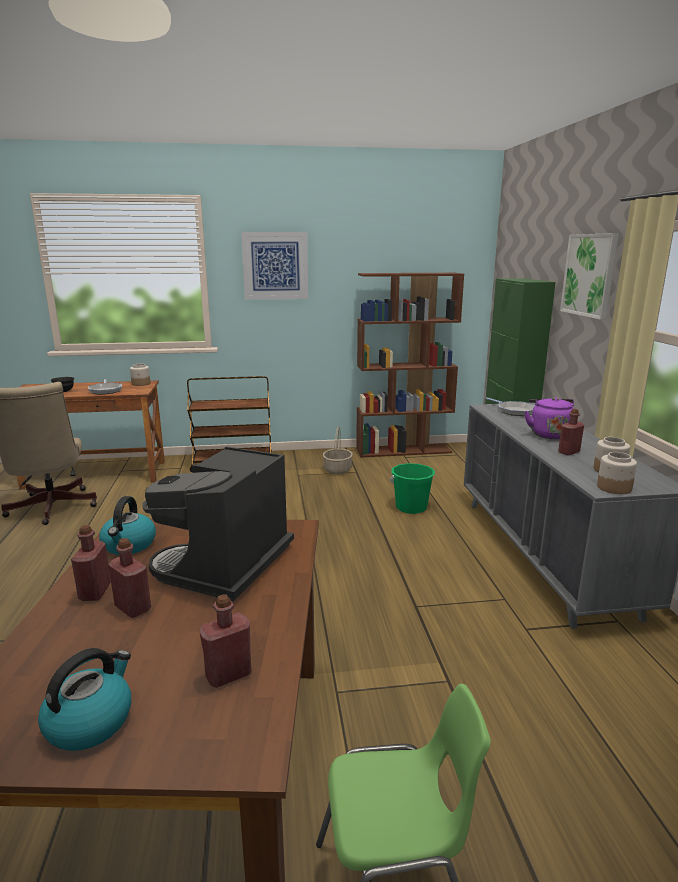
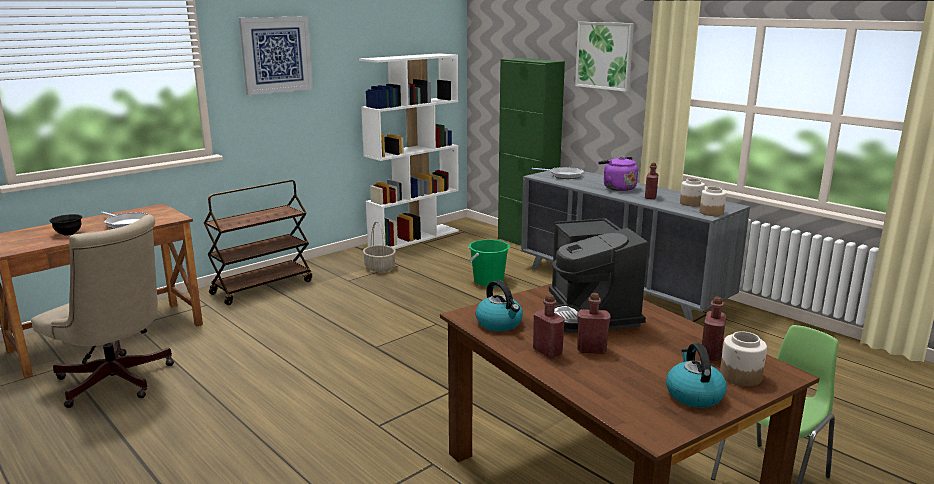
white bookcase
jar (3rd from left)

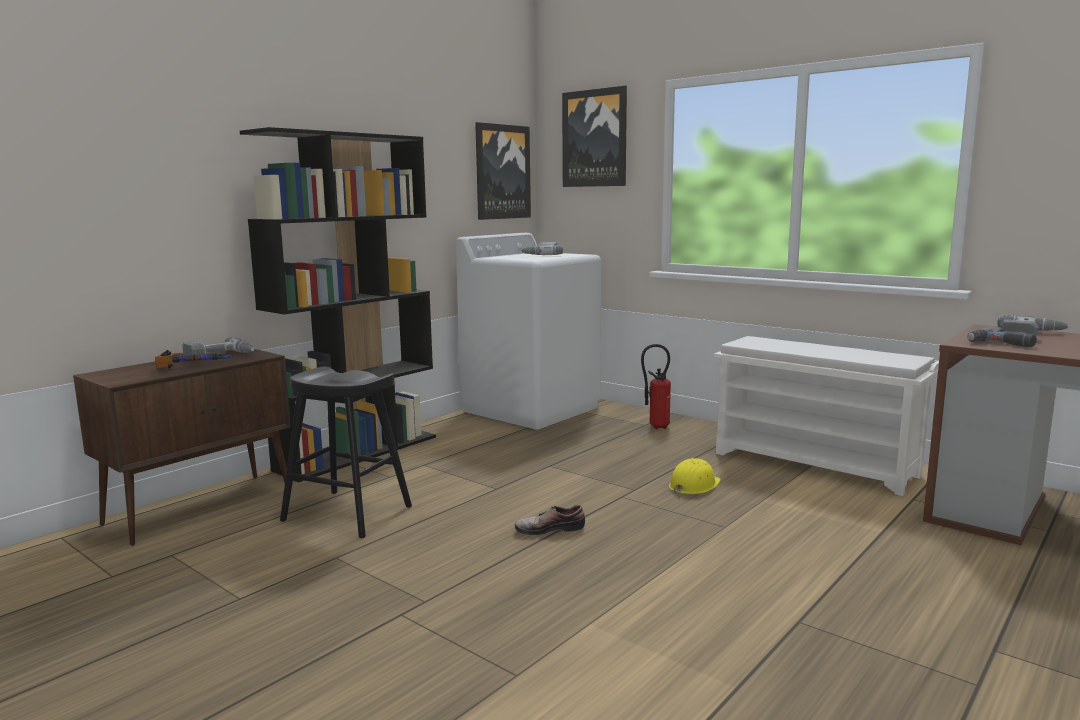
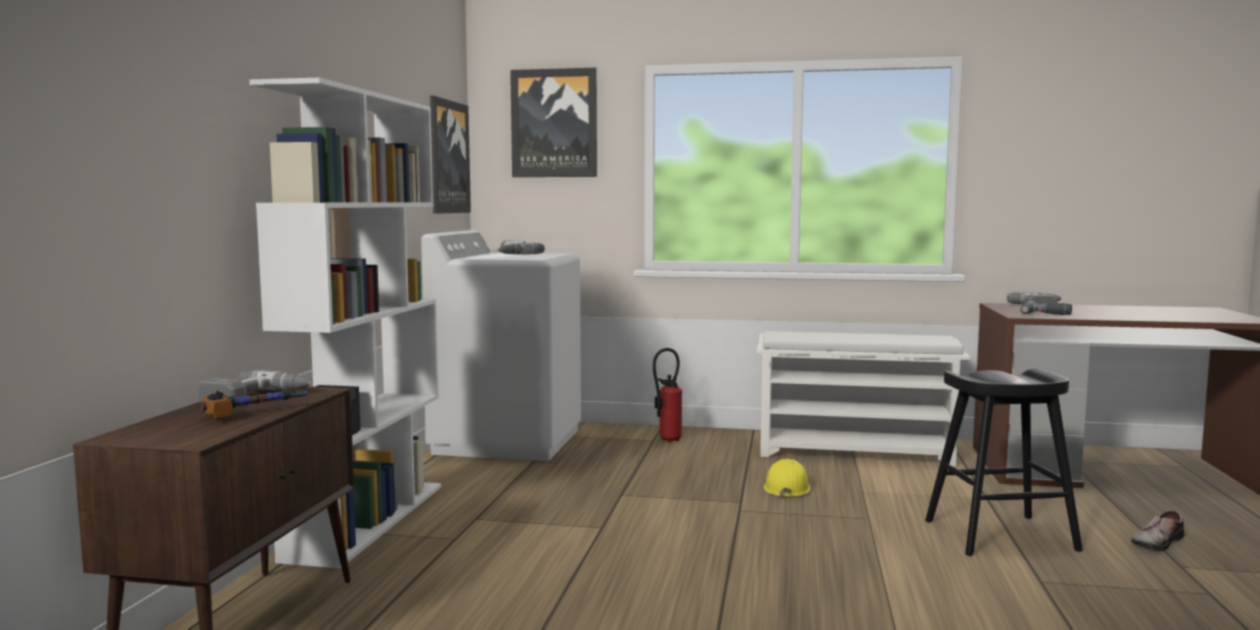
white bookcase
black stool
shoe

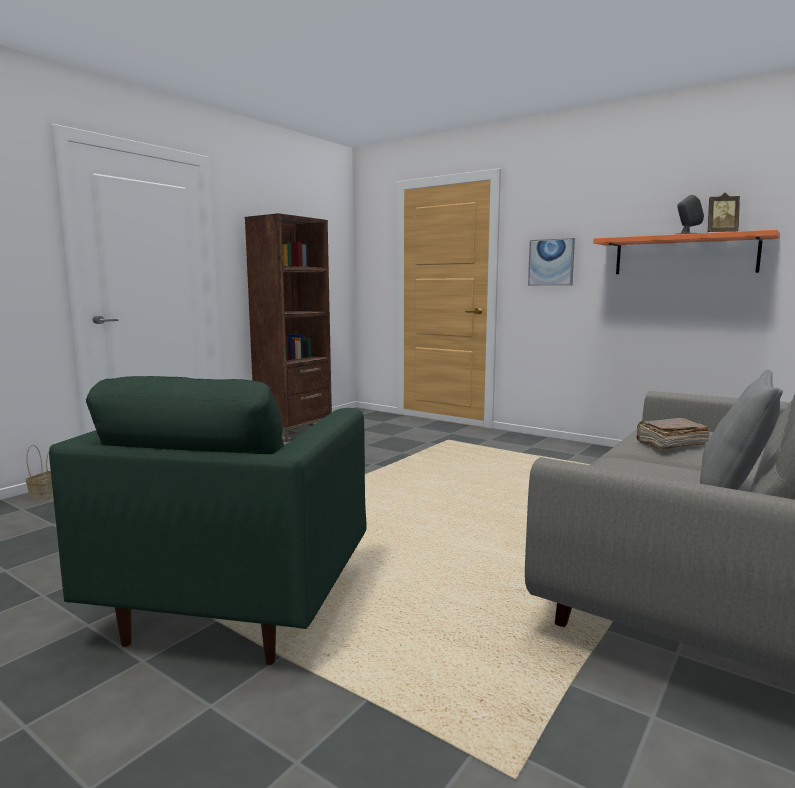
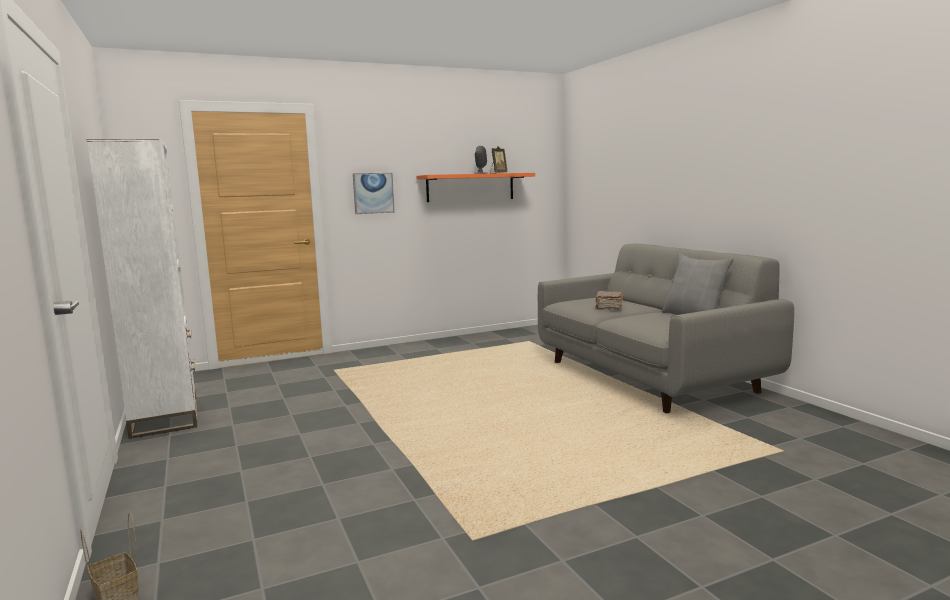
white bookcase
green armchair

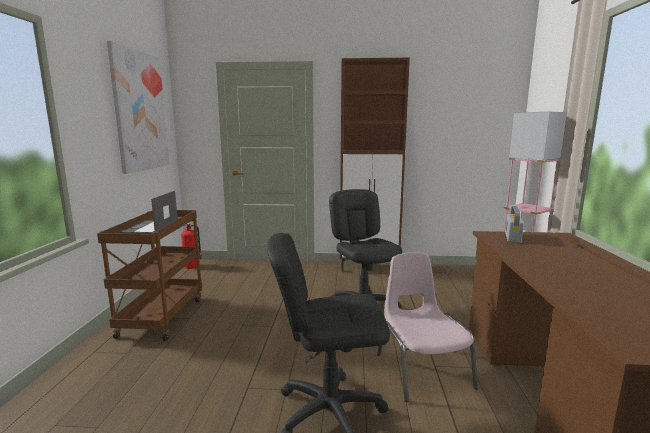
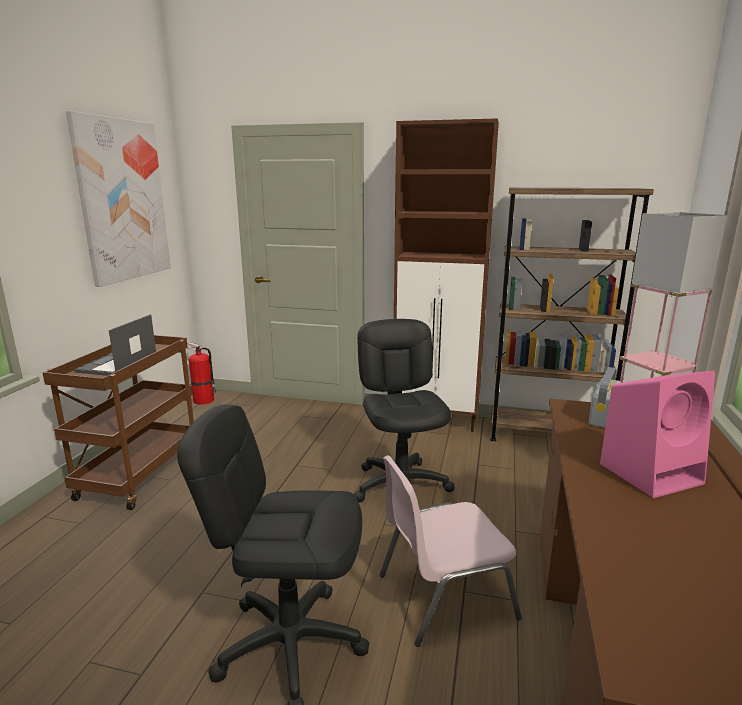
pink chair
brown bookcase
pink speaker

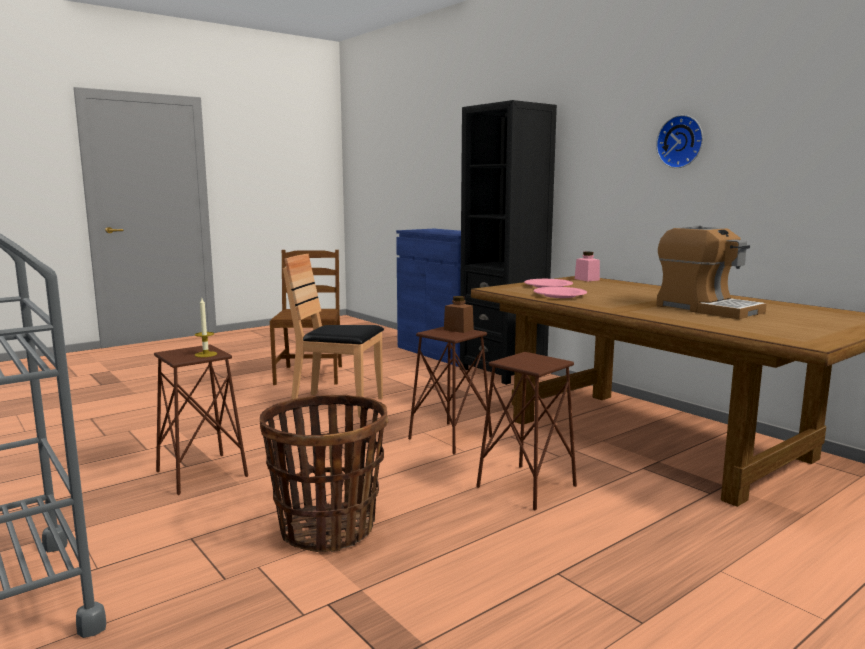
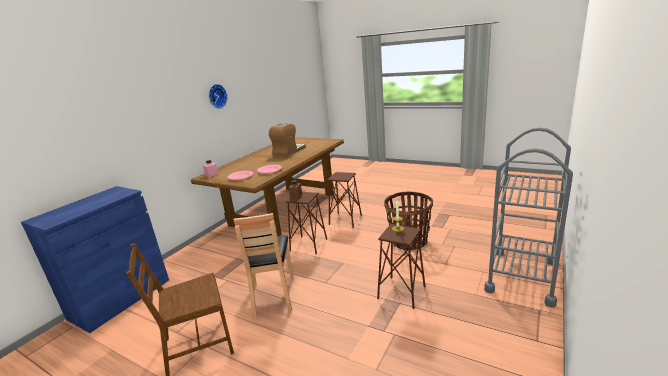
black bookcase

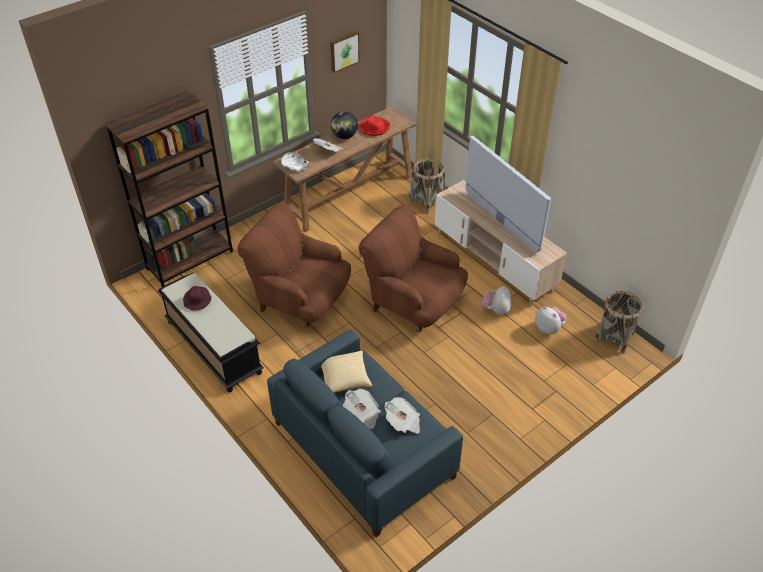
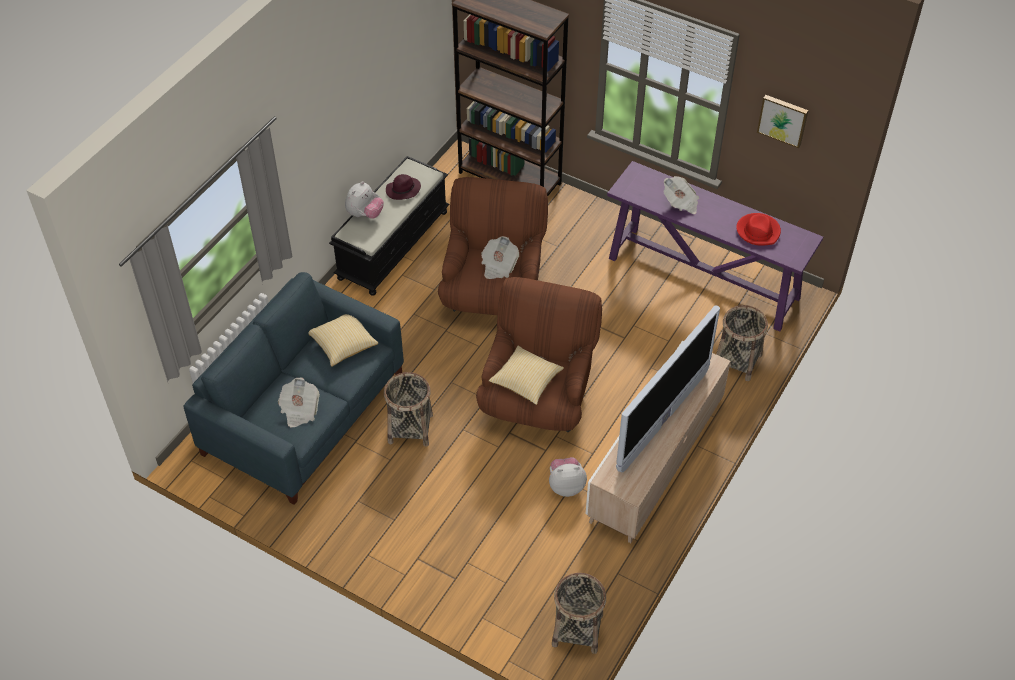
plush toy (1st from left)
basket (1st from left)
newspaper (2nd from left)
pillow (2nd from left)
purple console table
white bowl
globe

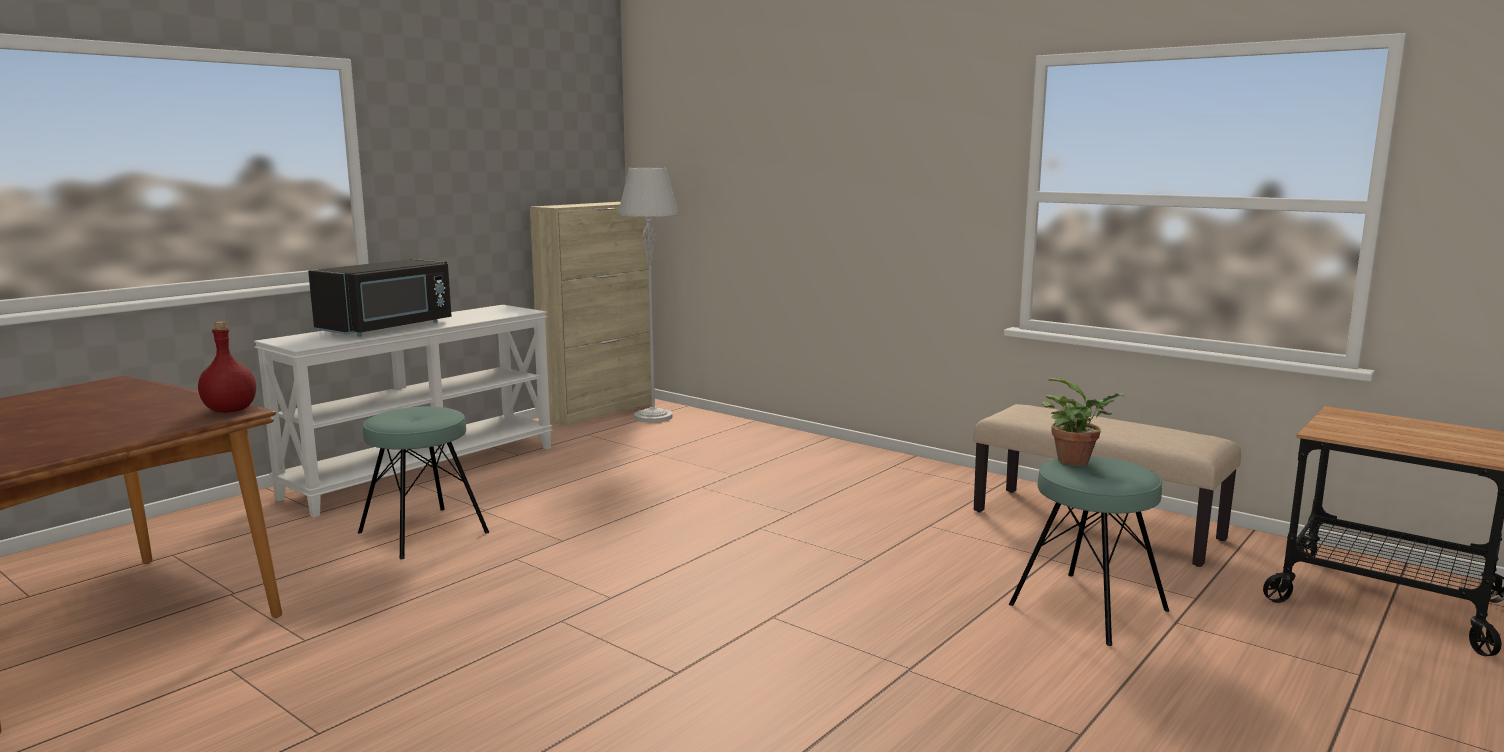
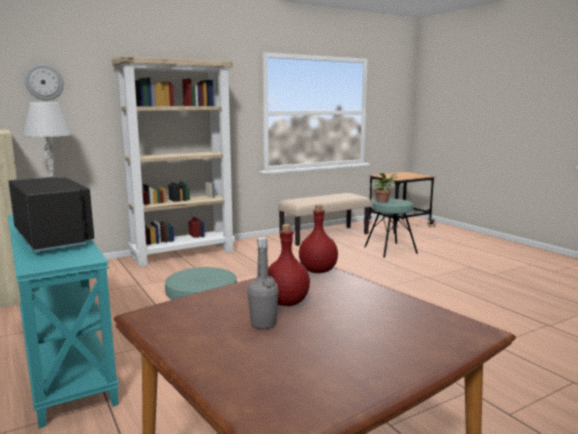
turquoise console table
wall clock
beige bookcase
grey bottle
red bottle (1st from left)

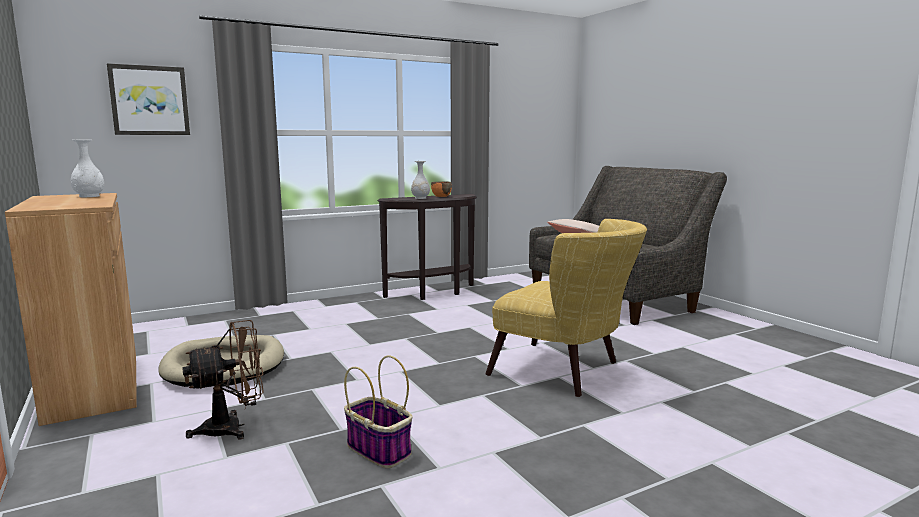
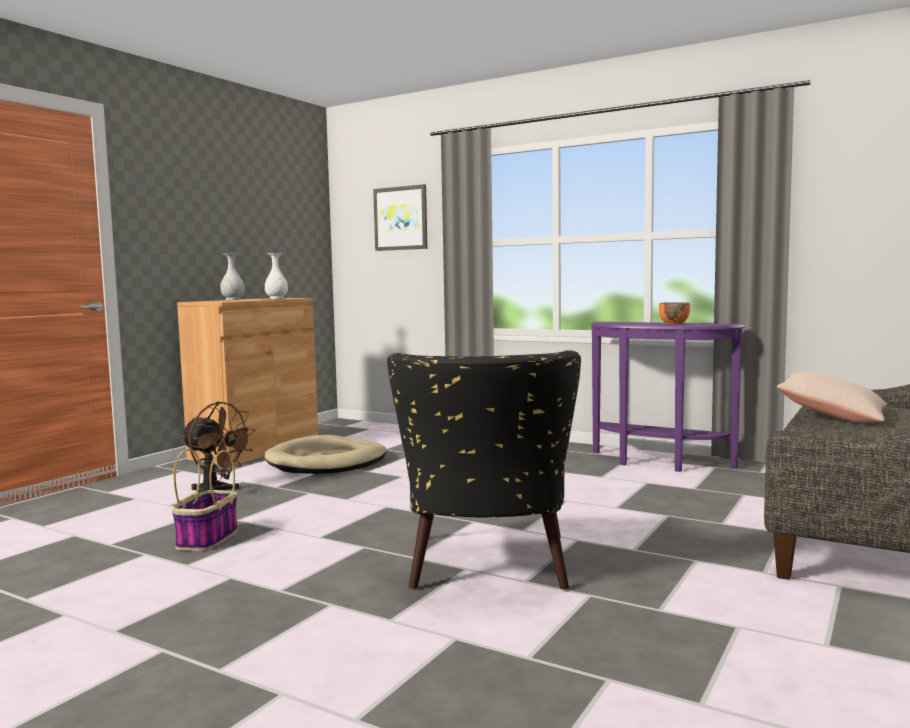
white vase (1st from left)
black armchair
purple console table

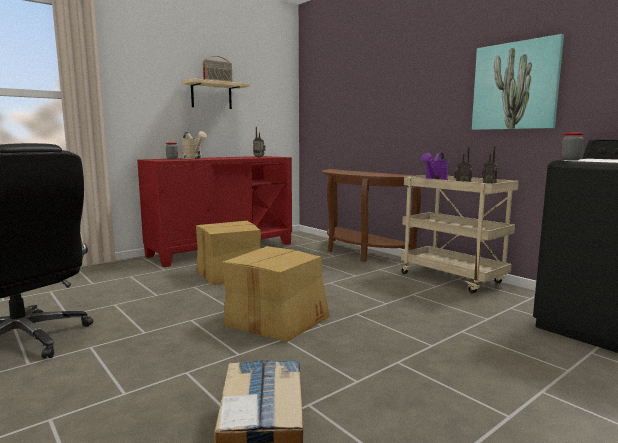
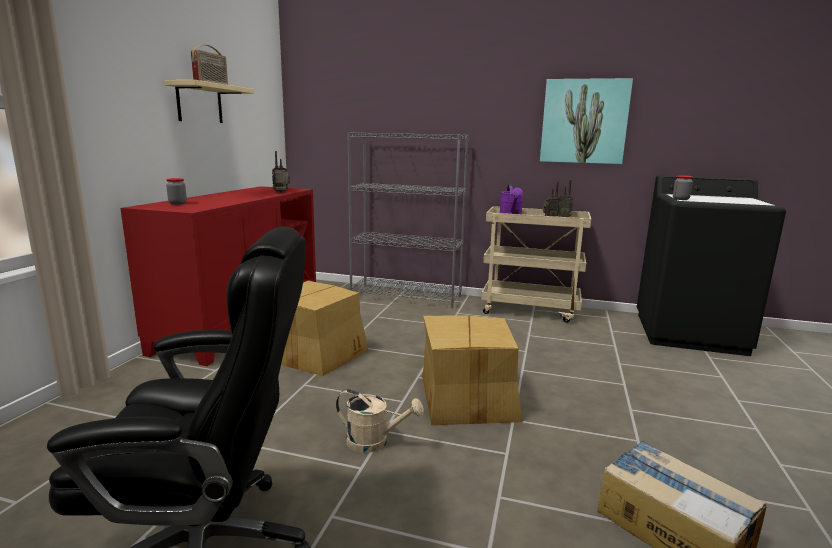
beige watering can
grey bookcase

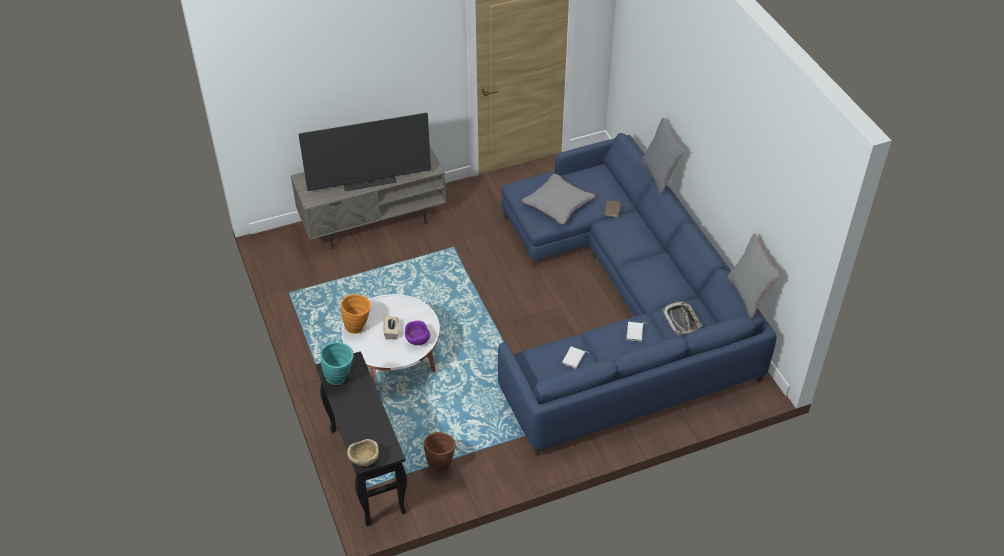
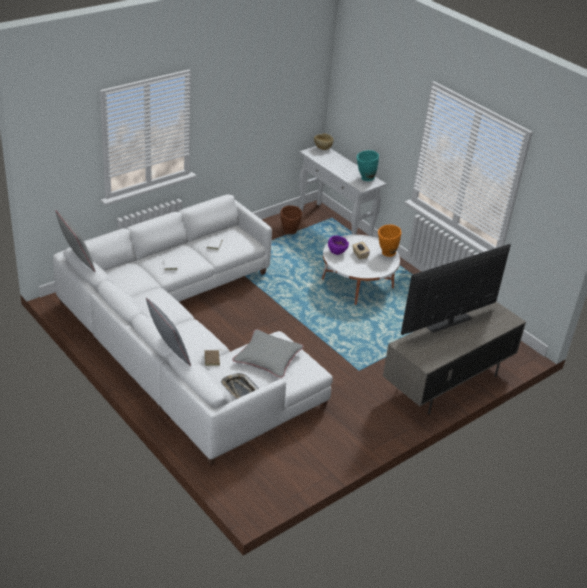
white sofa
tray
white console table

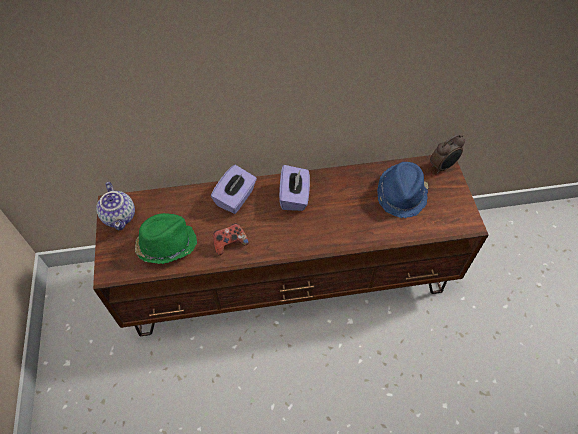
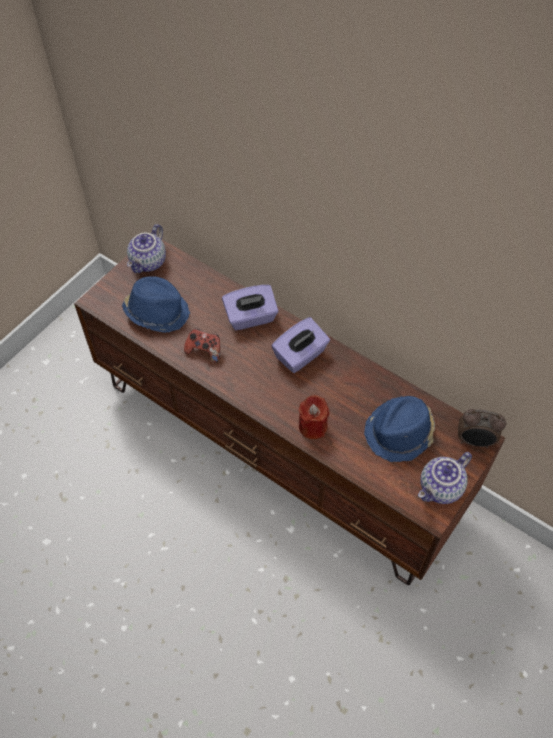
blue hat (1st from left)
red candle
teapot (2nd from left)

